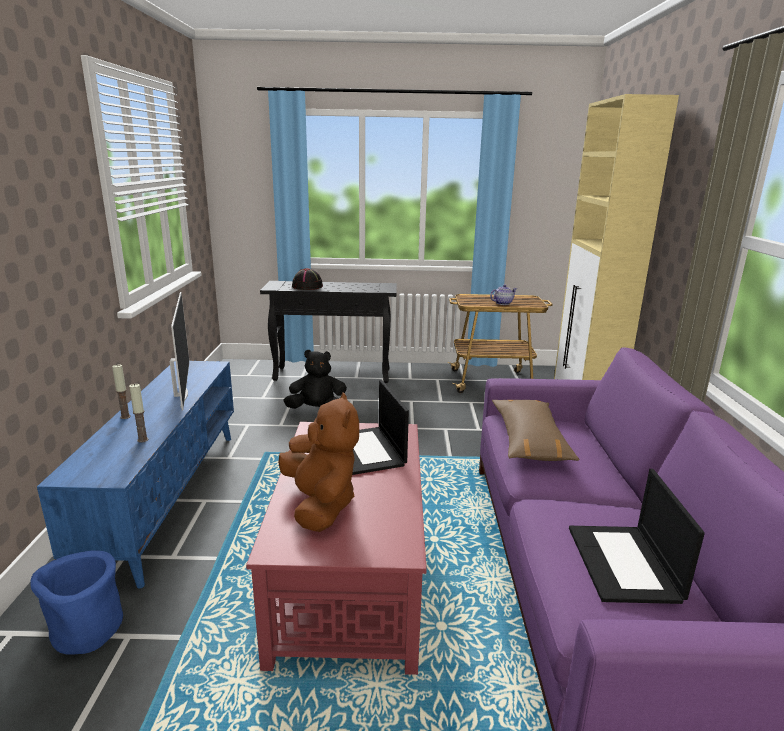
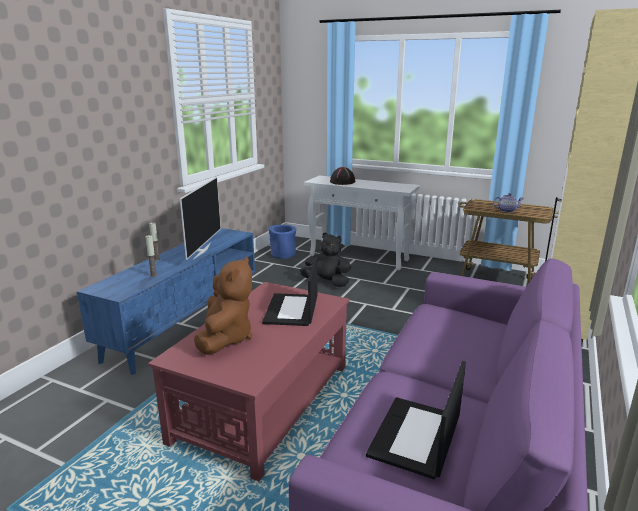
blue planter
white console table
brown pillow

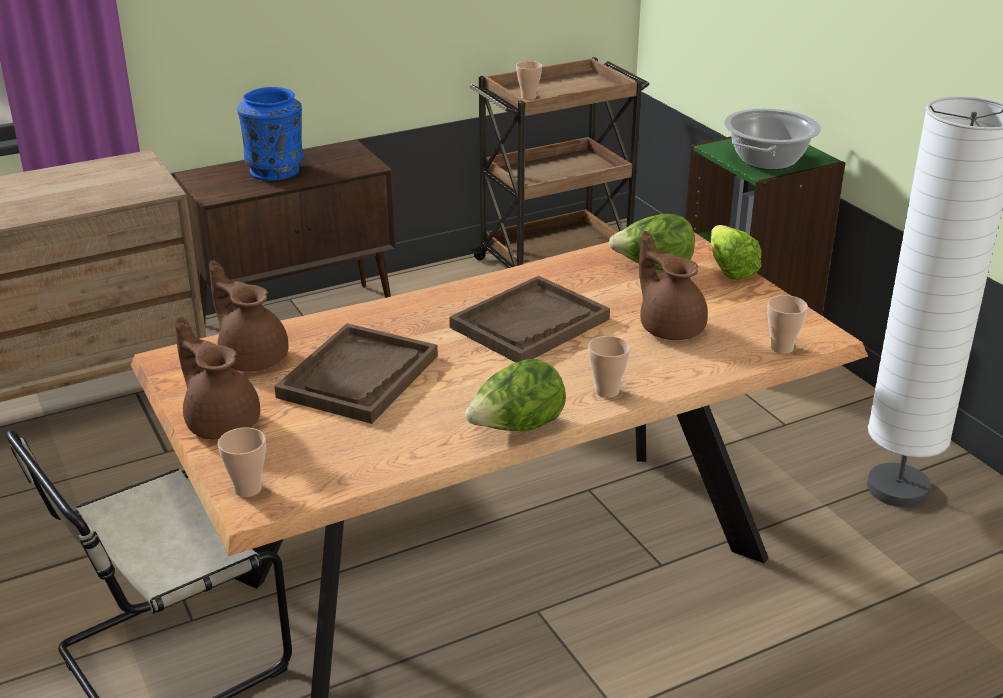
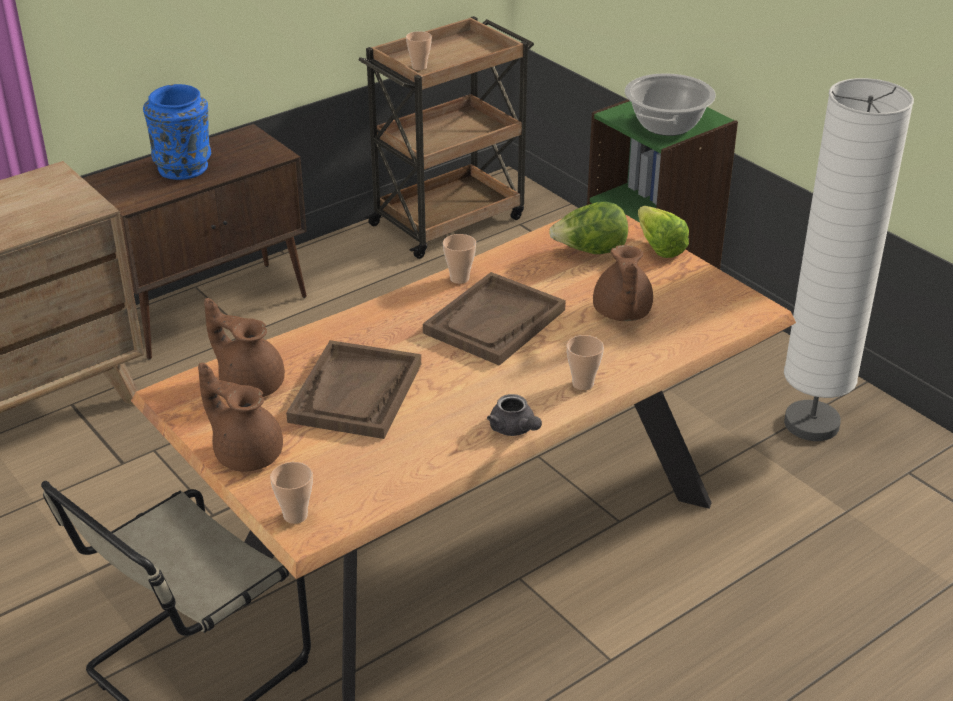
cup (3rd from left)
grey teapot
brown teapot (3rd from left)

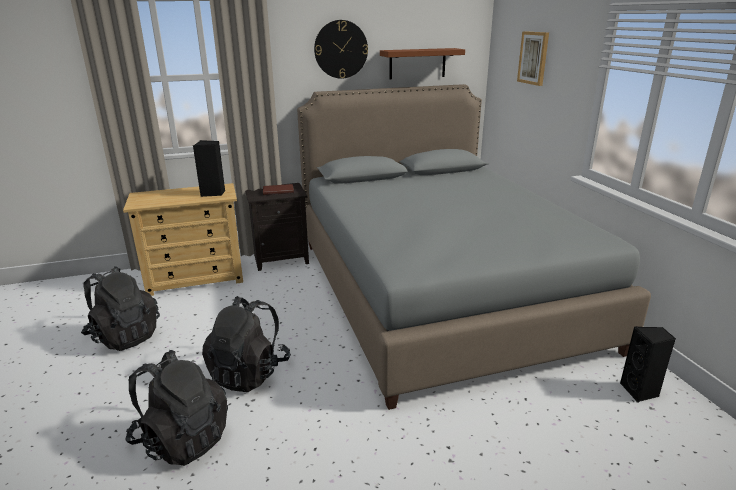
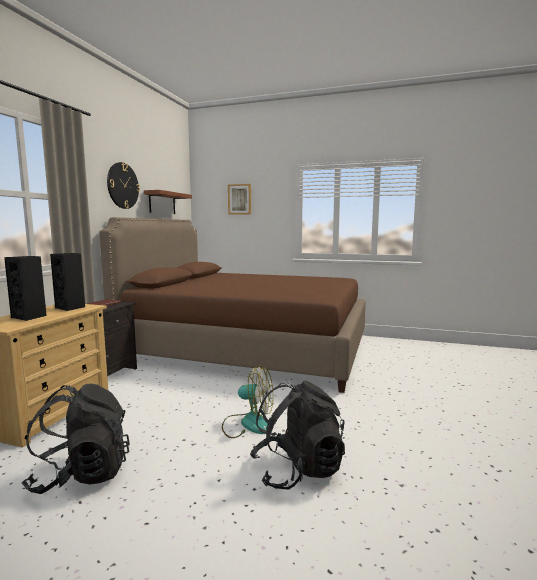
black speaker (1st from left)
brown bed
fan

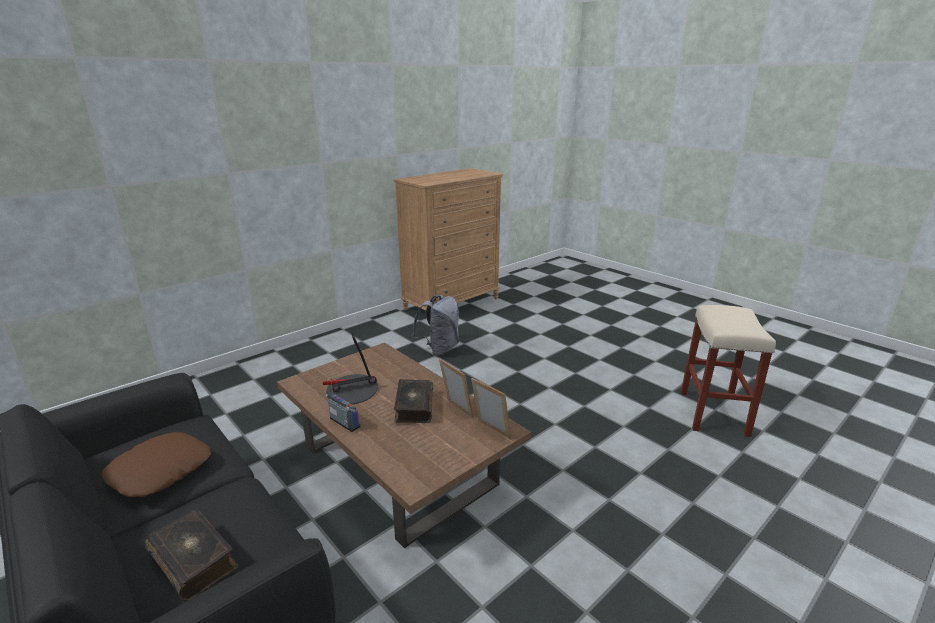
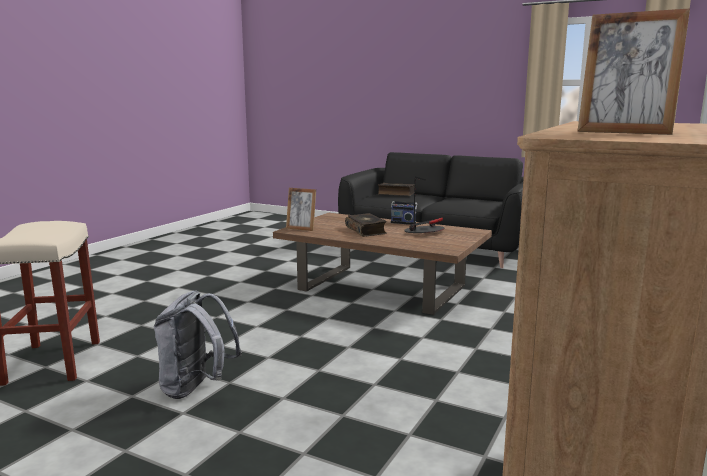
grey backpack
picture frame (2nd from left)
brown pillow

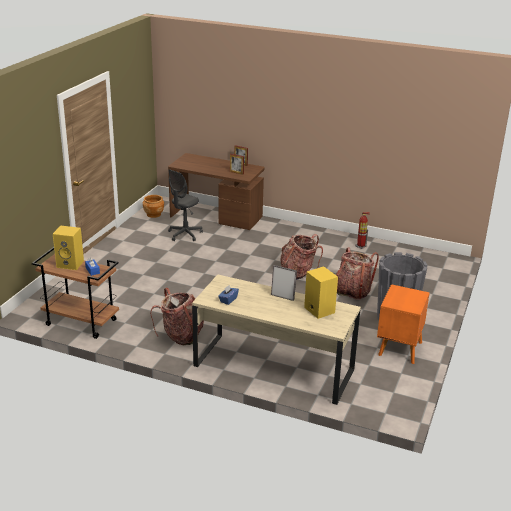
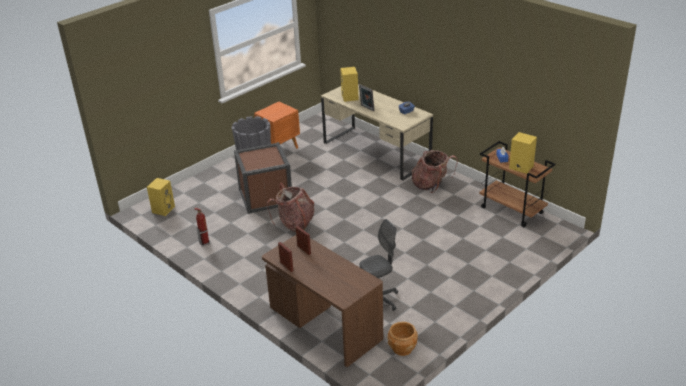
yellow speaker (1st from left)
brown storage box

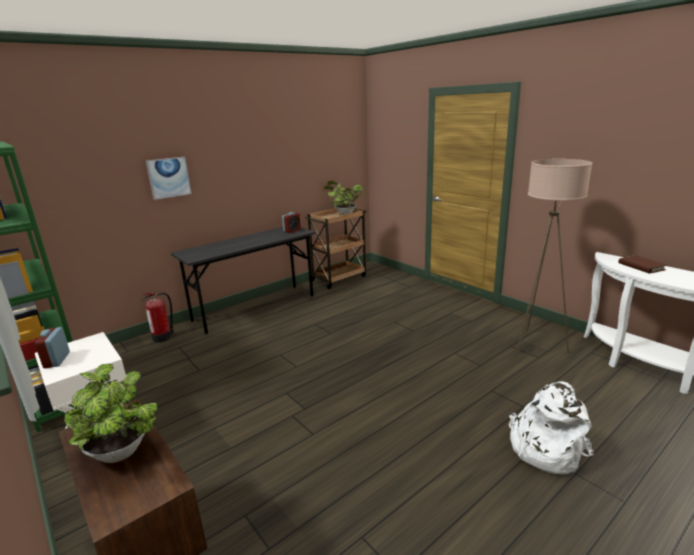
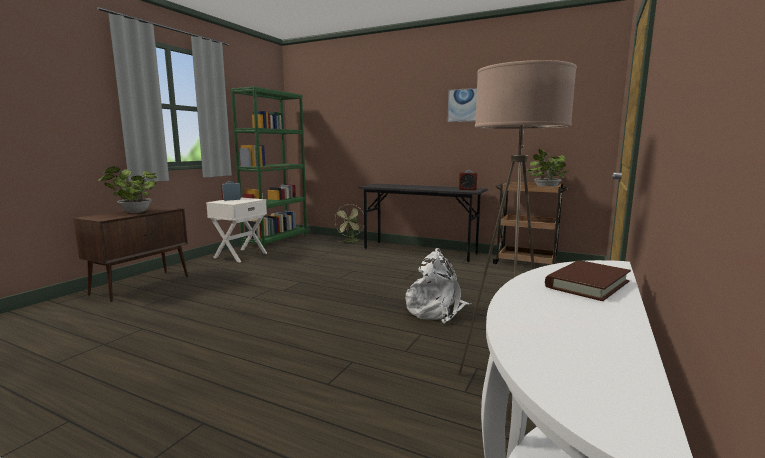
green fan
white backpack
picture

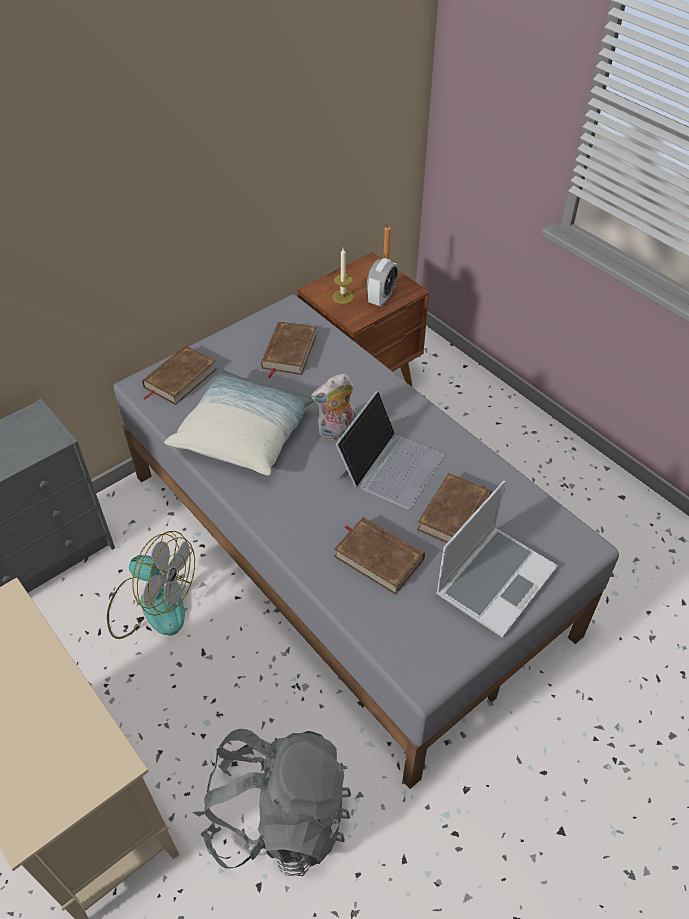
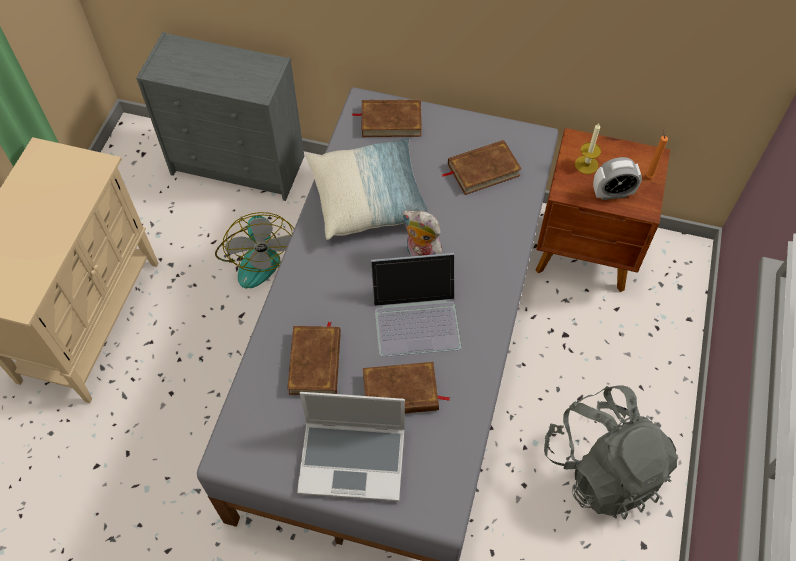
grey backpack

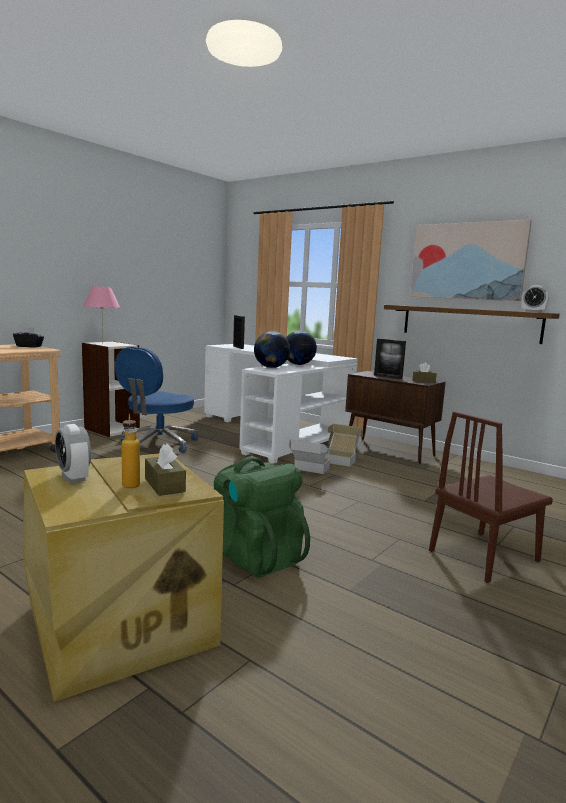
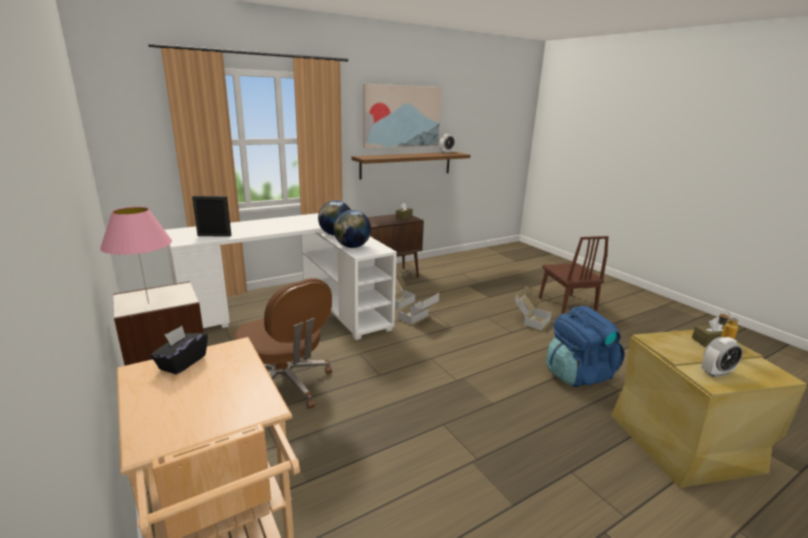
brown office chair
cardboard box (3rd from left)
blue backpack
picture frame (2nd from left in the first image)

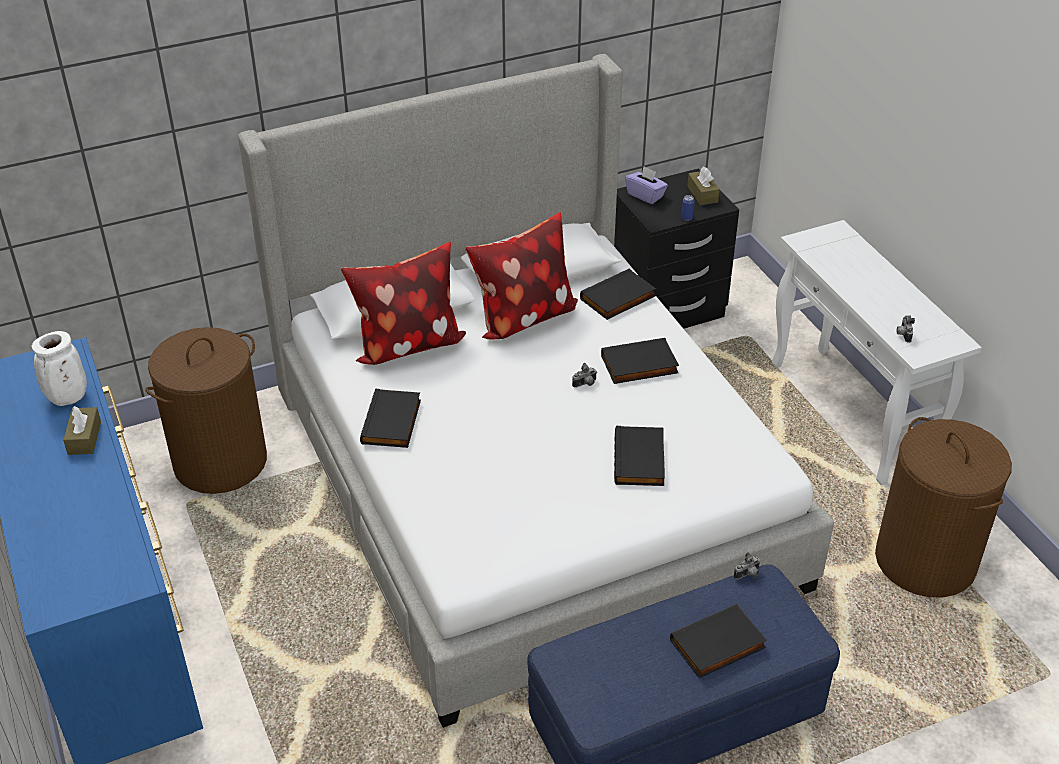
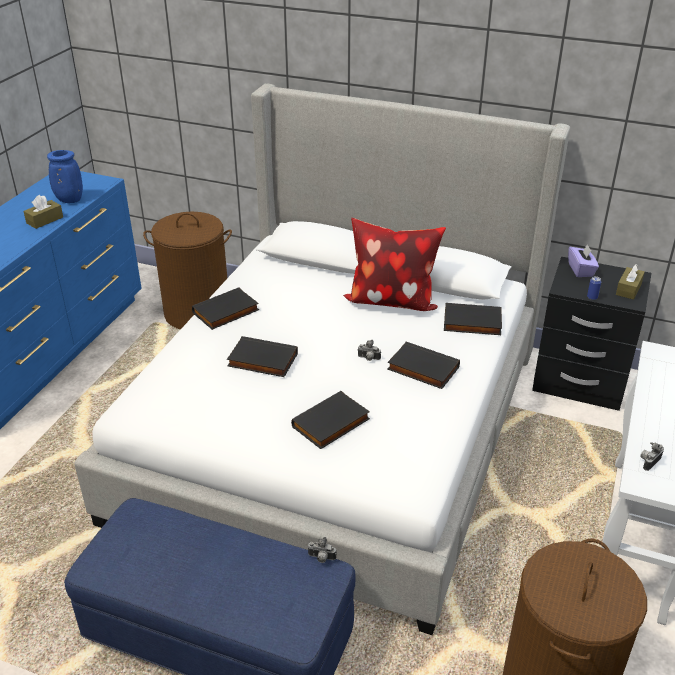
blue vase
black book (2nd from left)
pillow (1st from left in the first image)

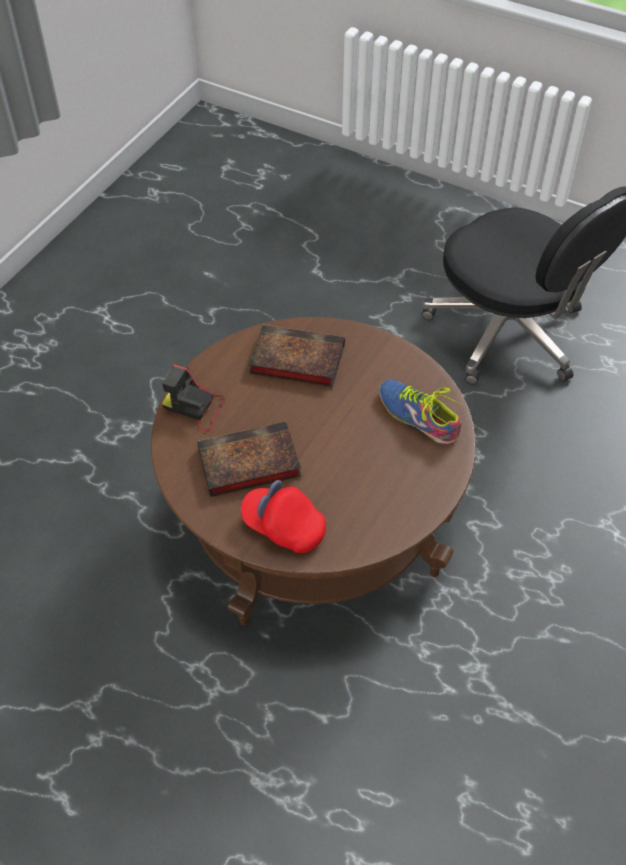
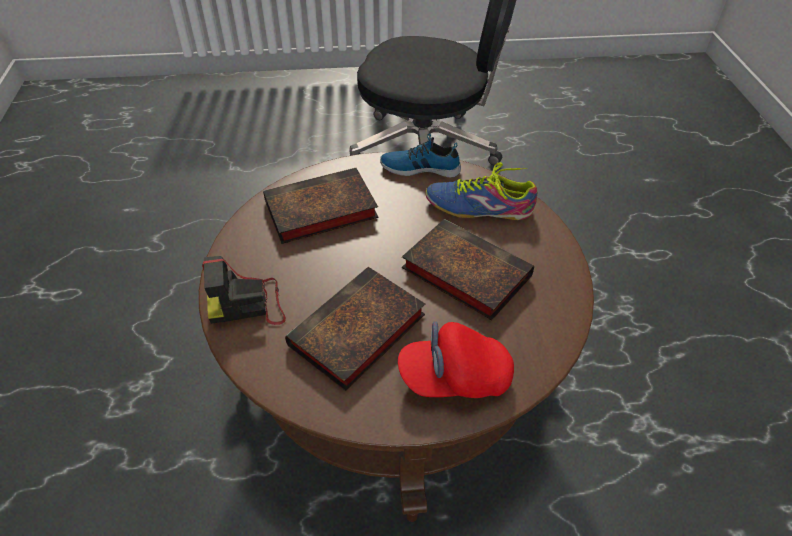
shoe (1st from left)
book (3rd from left)

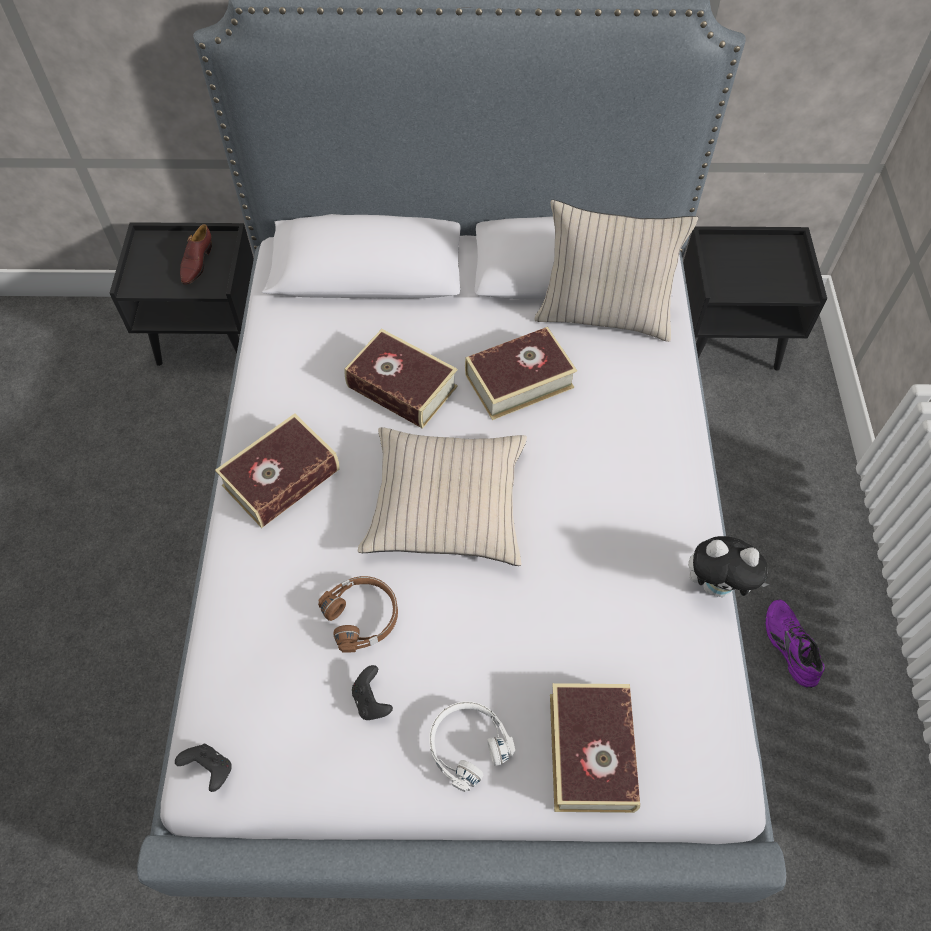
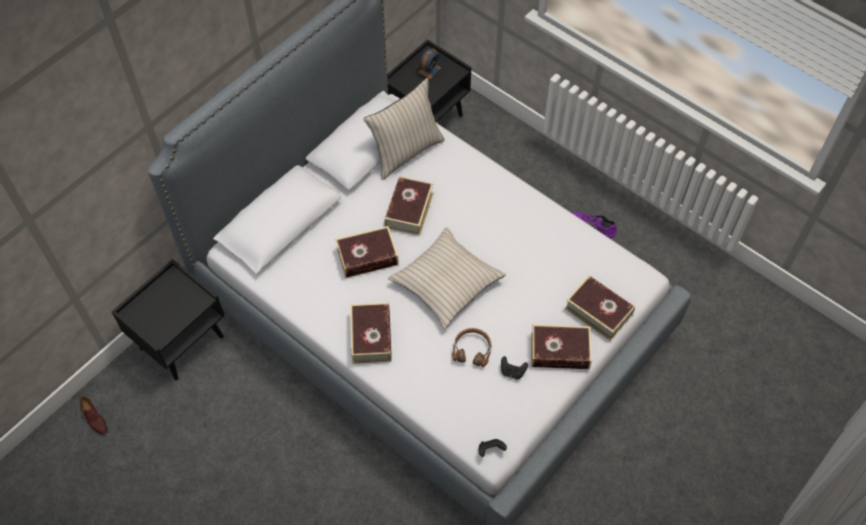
brown shoe
alarm clock
book (4th from left)
plush toy

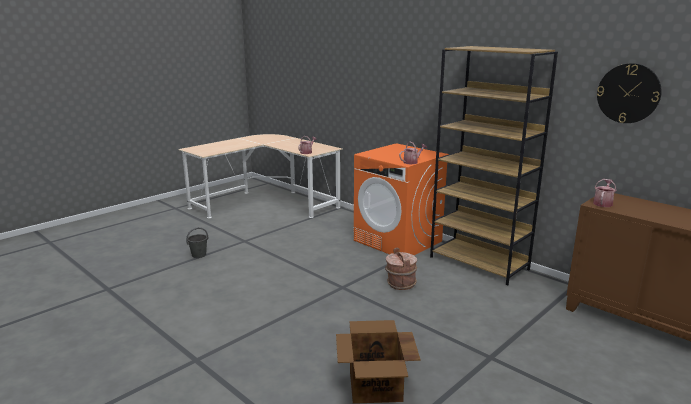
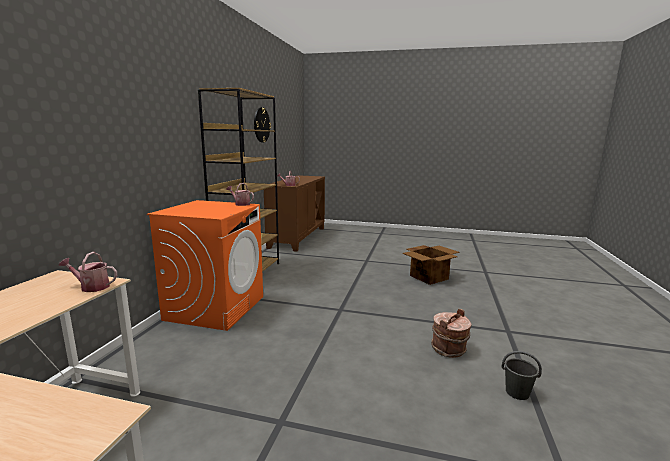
brown bucket
grey bucket

